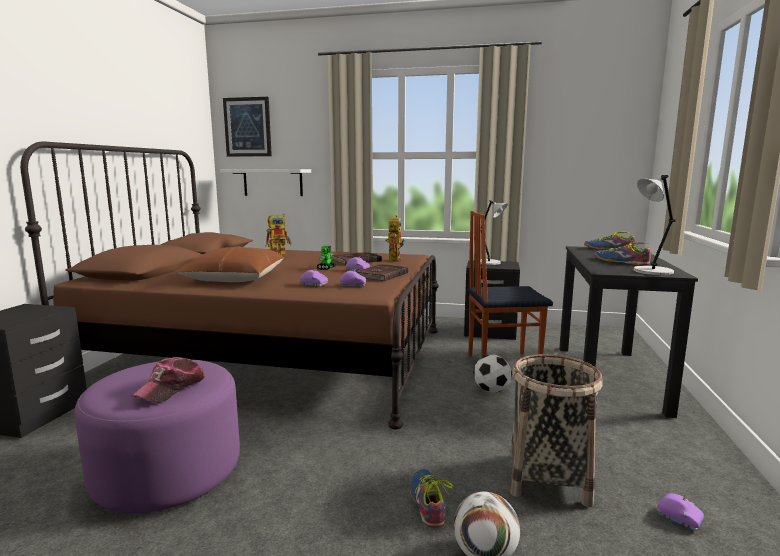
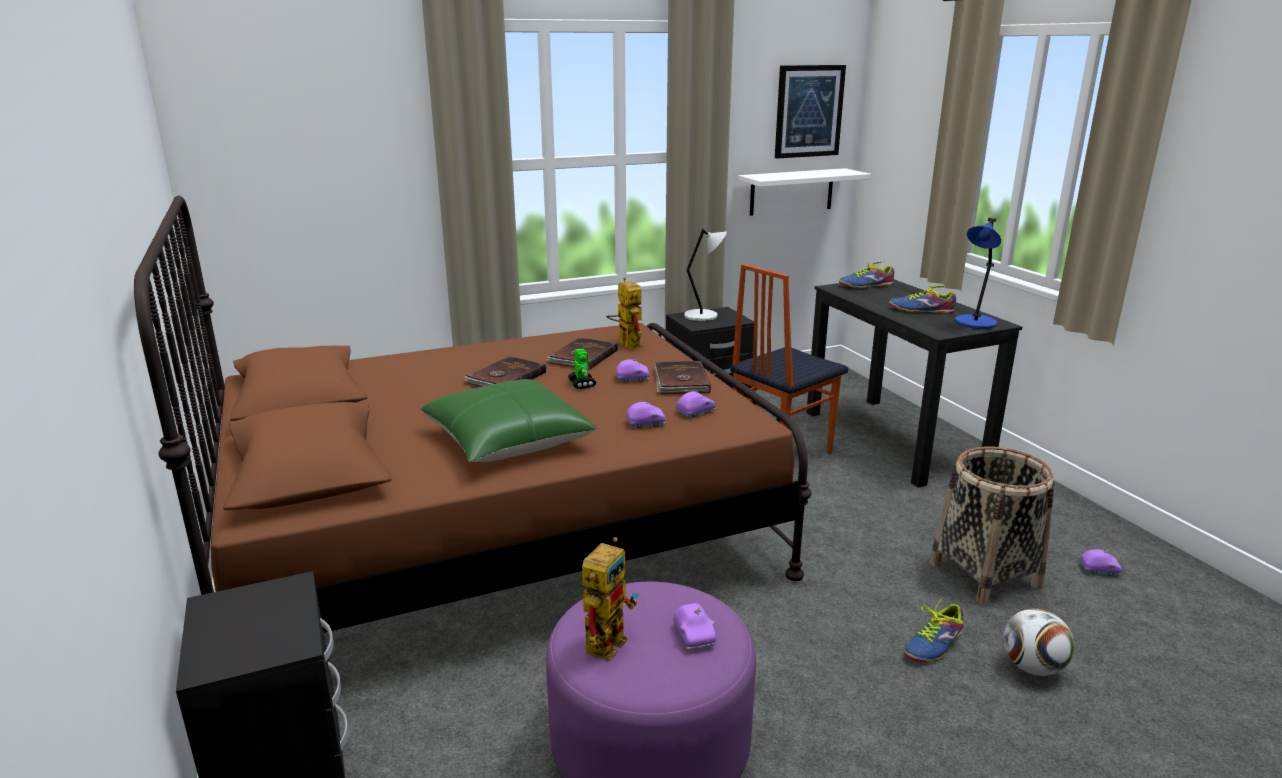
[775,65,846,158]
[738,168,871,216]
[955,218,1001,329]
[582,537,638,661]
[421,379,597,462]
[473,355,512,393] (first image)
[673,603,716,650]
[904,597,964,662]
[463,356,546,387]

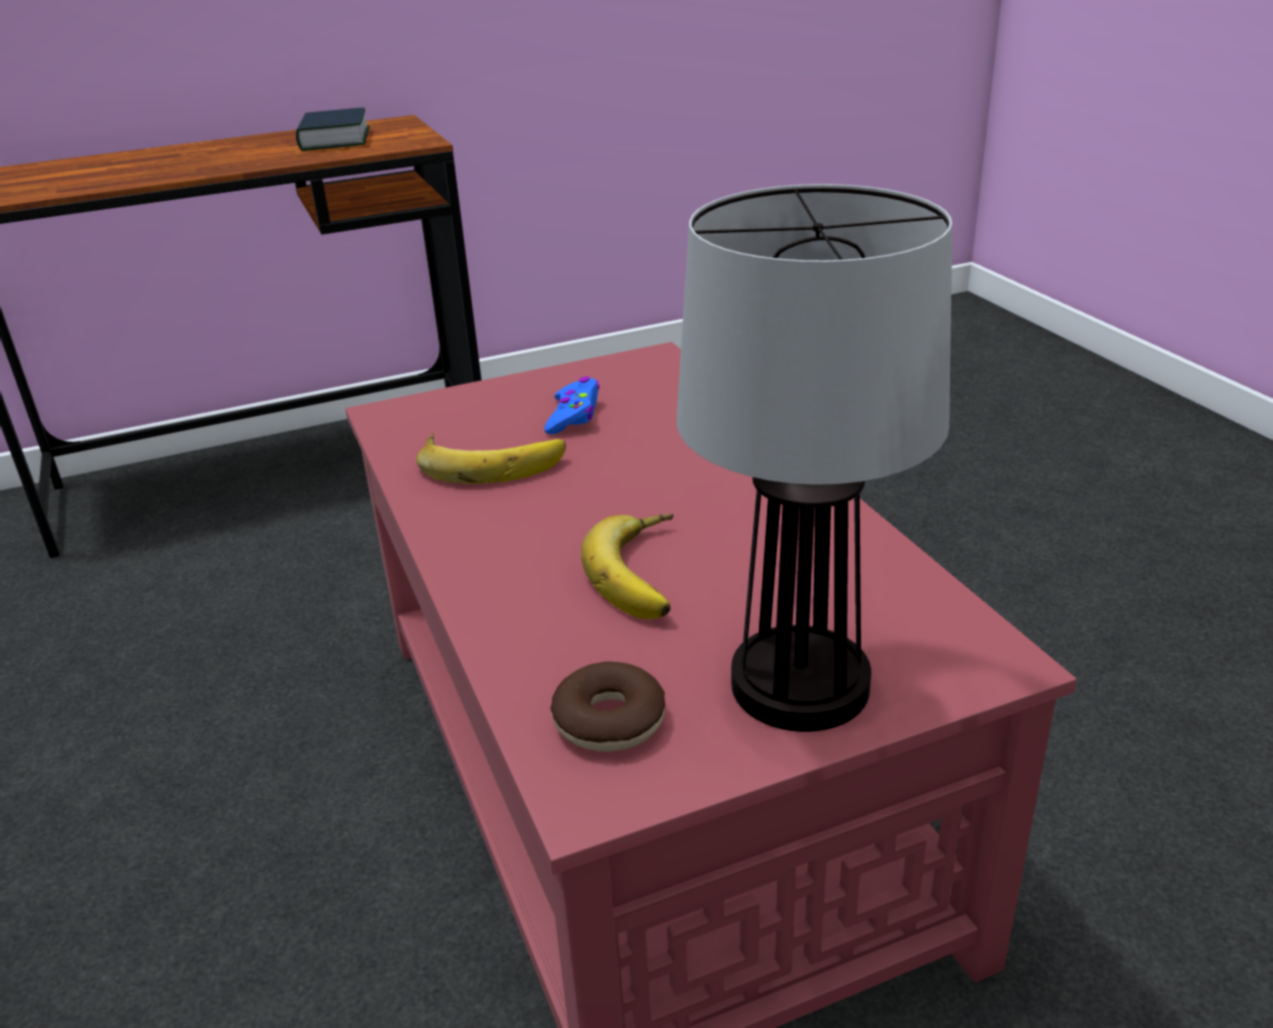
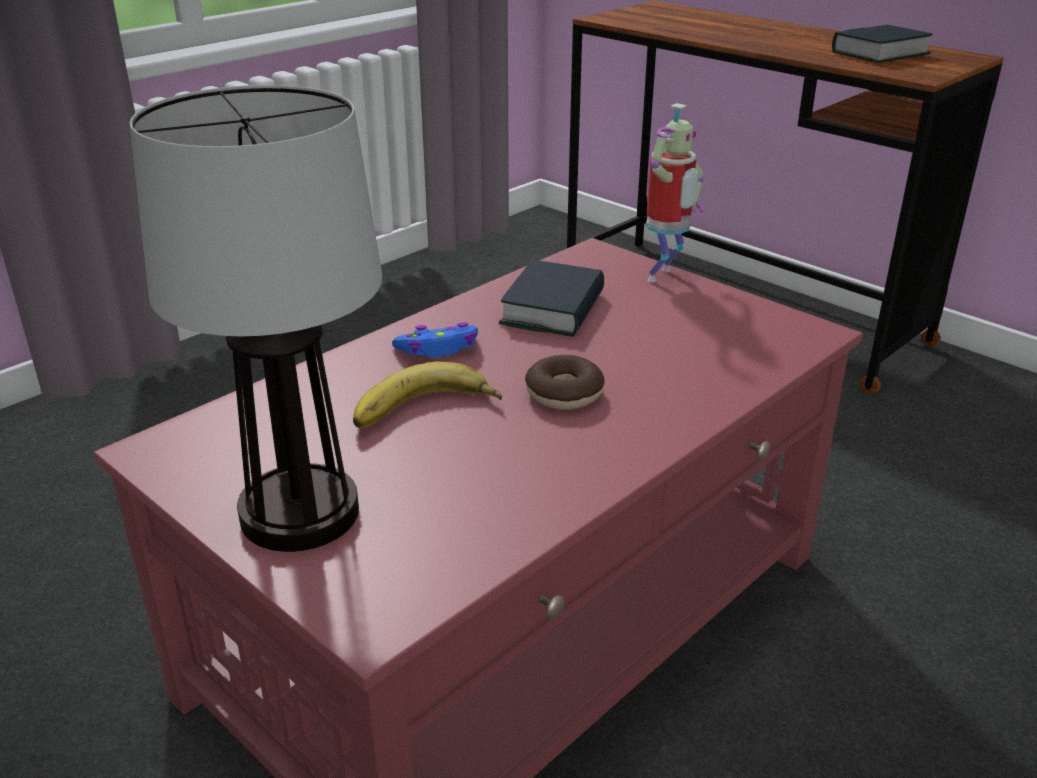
[392,322,478,358]
[499,260,604,337]
[525,355,604,410]
[646,103,704,282]

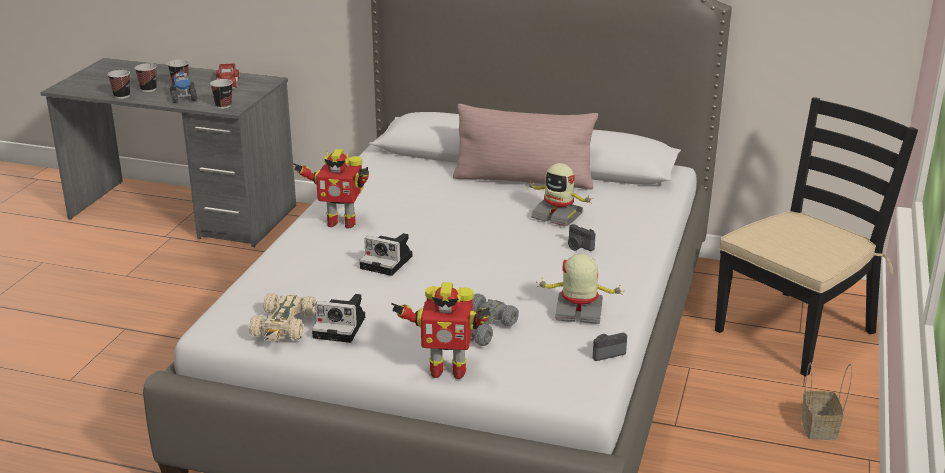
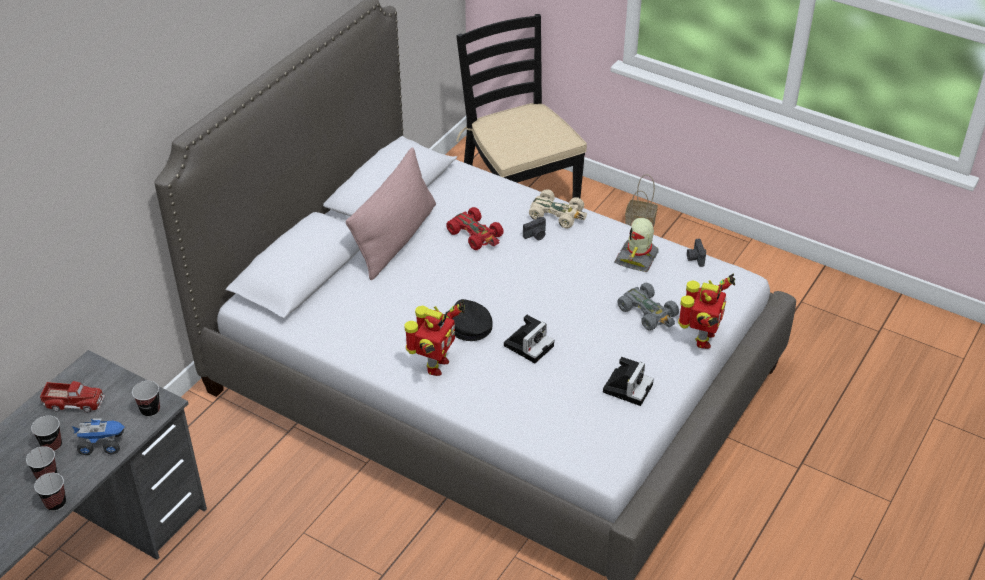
[446,207,504,250]
[529,189,587,229]
[447,299,492,341]

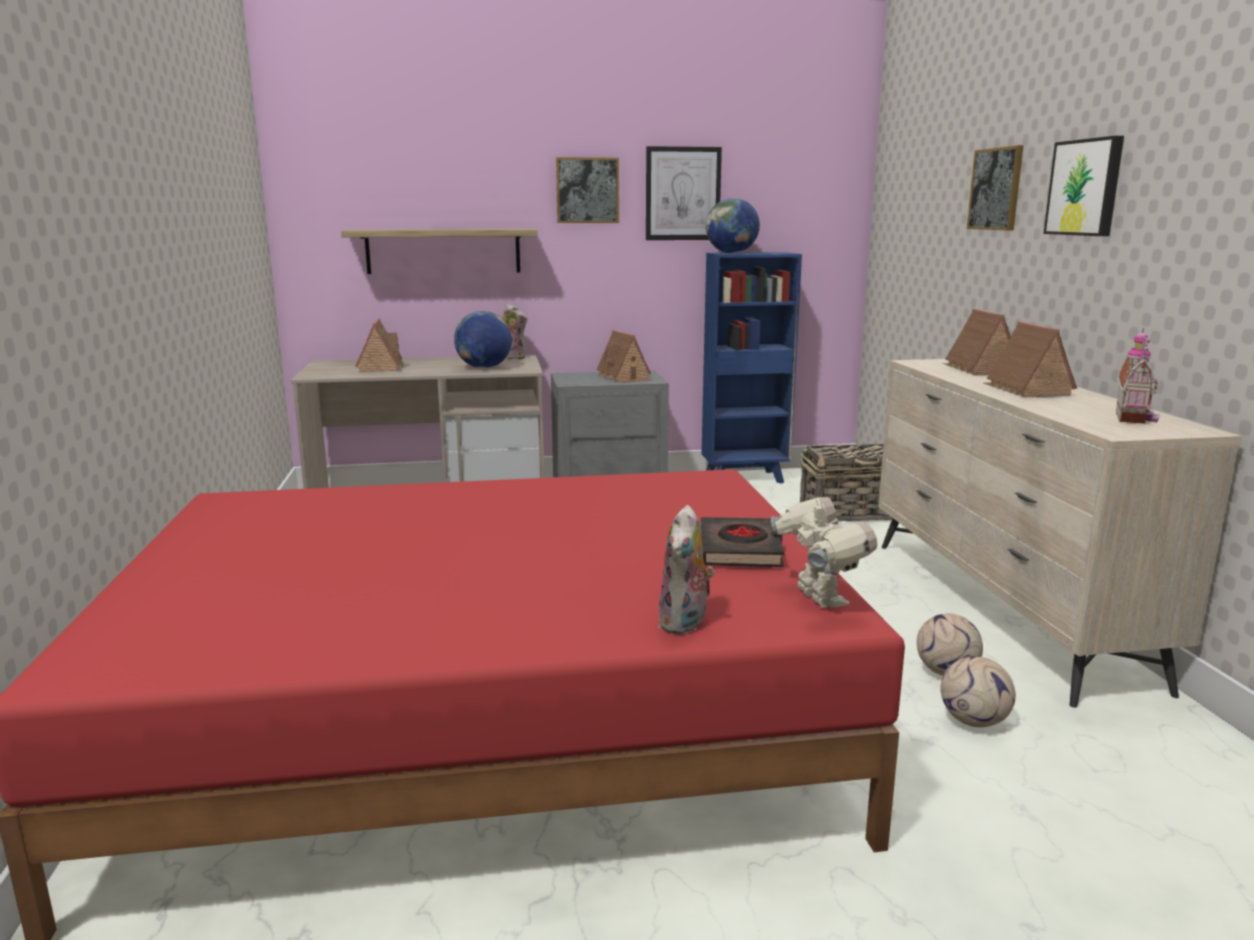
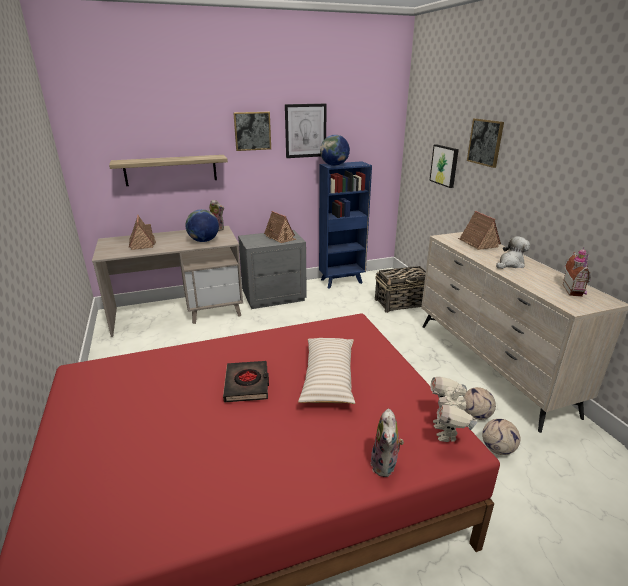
[430,144,459,188]
[496,236,530,269]
[430,377,478,442]
[223,361,269,402]
[298,338,355,404]

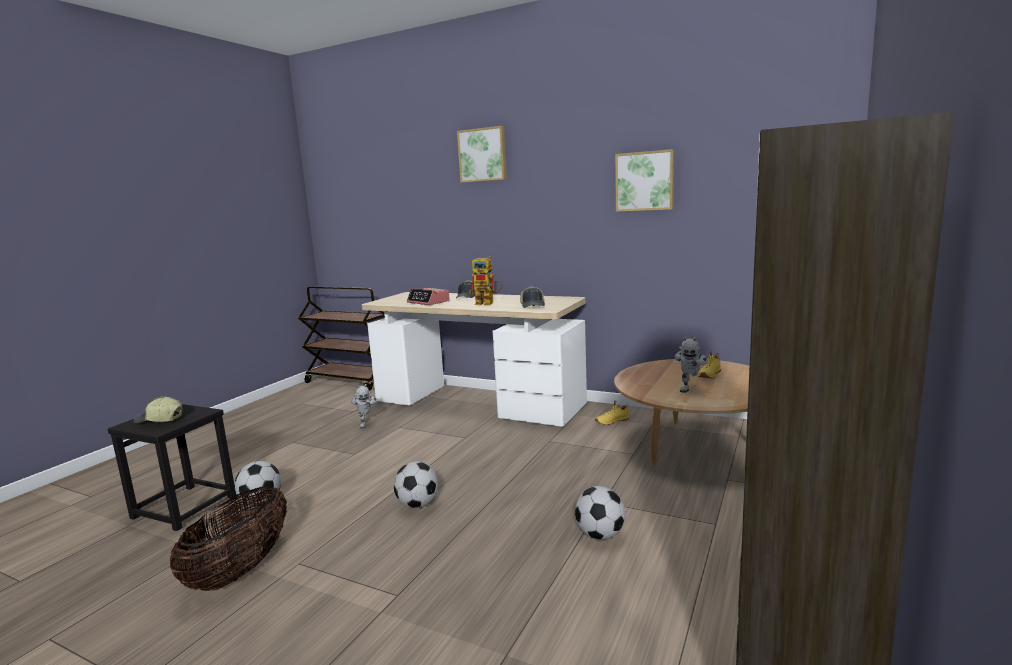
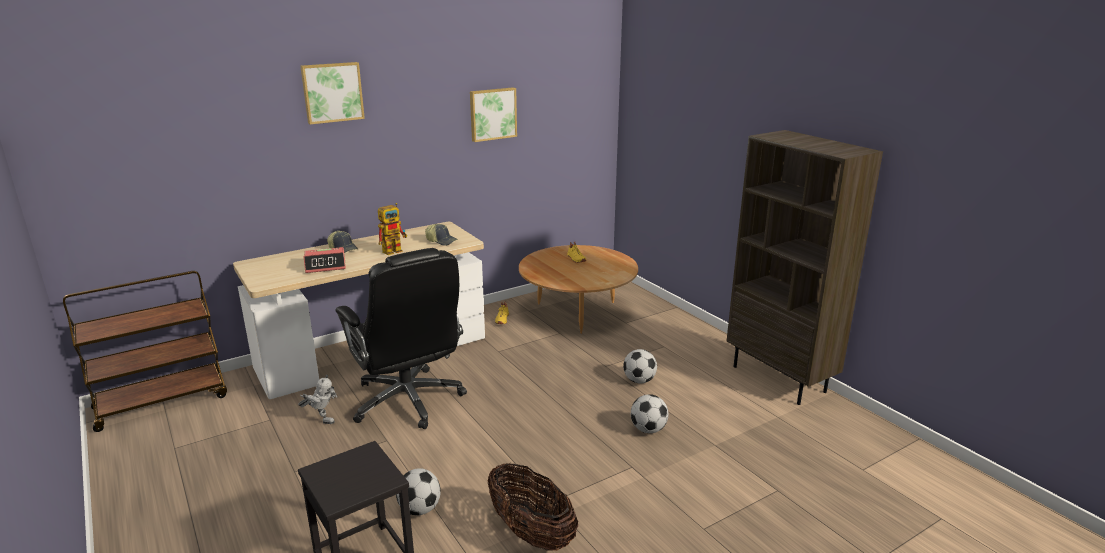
[675,337,708,393] (first image)
[134,396,182,423] (first image)
[631,394,668,433]
[335,248,467,429]

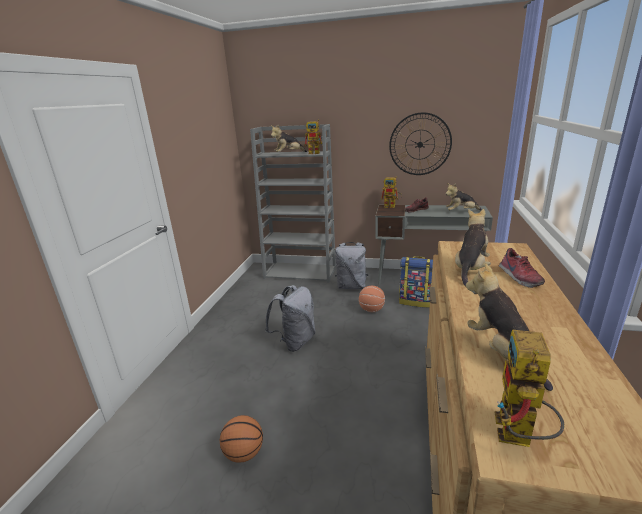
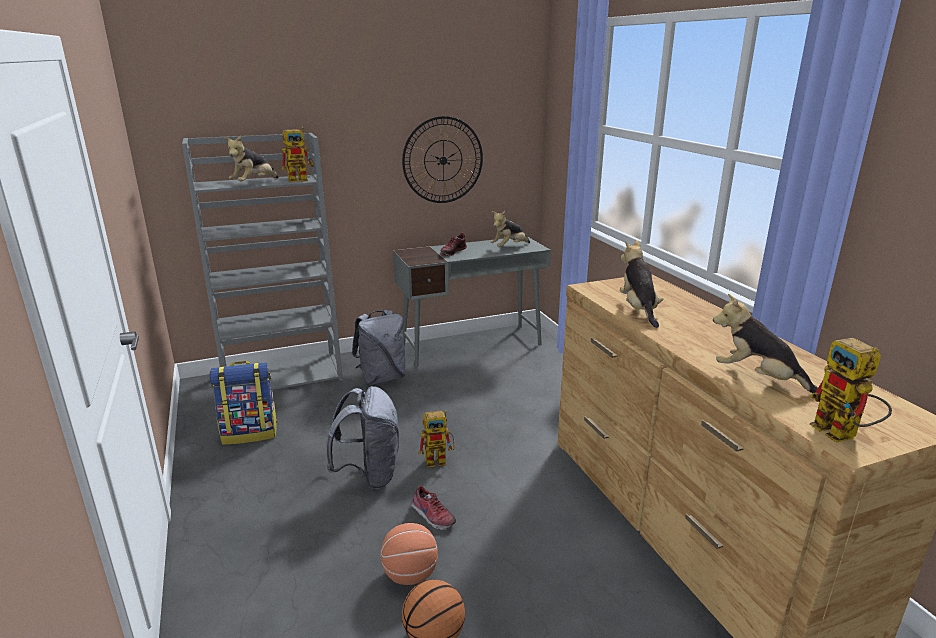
[419,410,455,468]
[411,486,456,530]
[209,361,277,445]
[380,523,438,585]

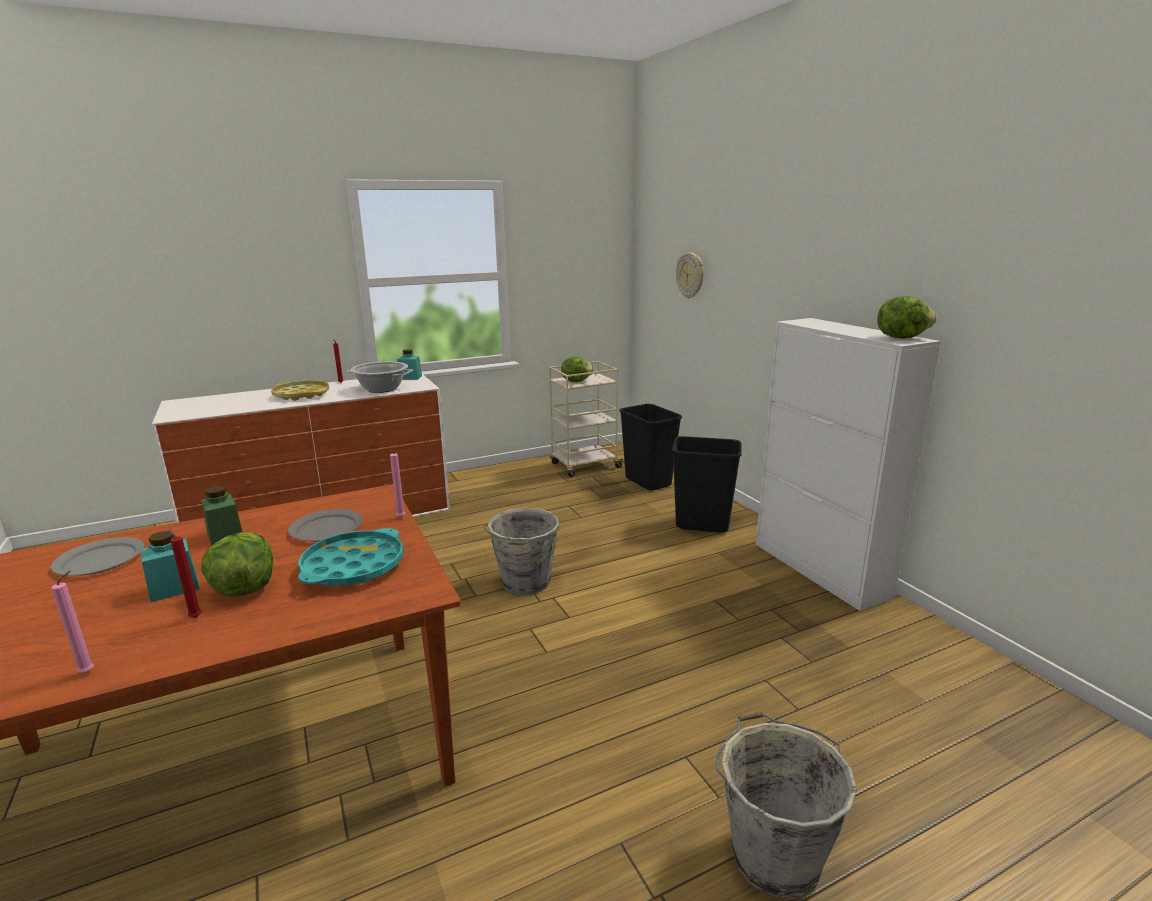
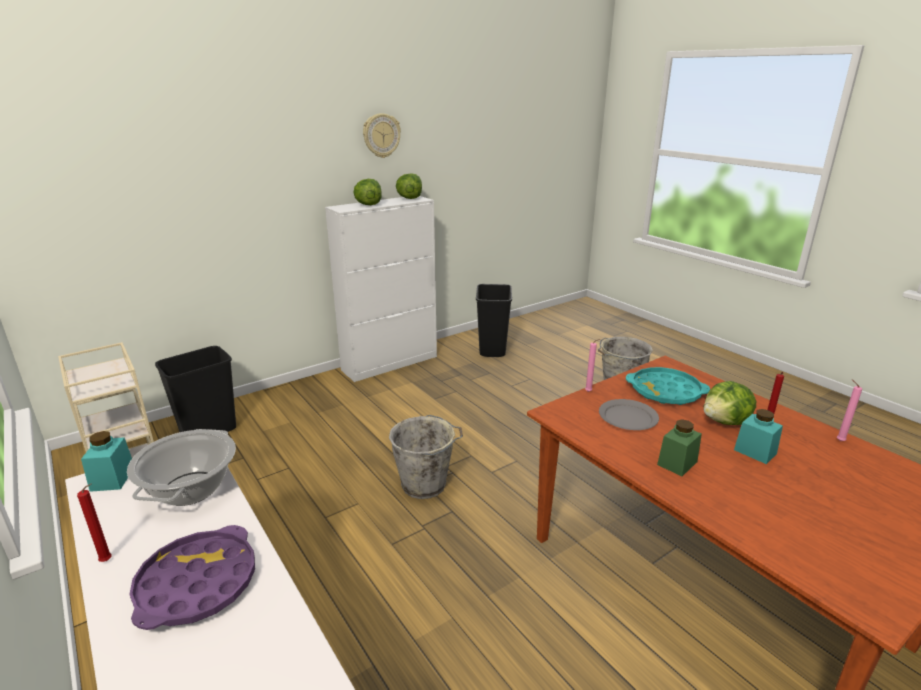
[363,113,401,158]
[353,179,382,205]
[129,525,255,630]
[476,284,512,357]
[51,537,144,576] (first image)

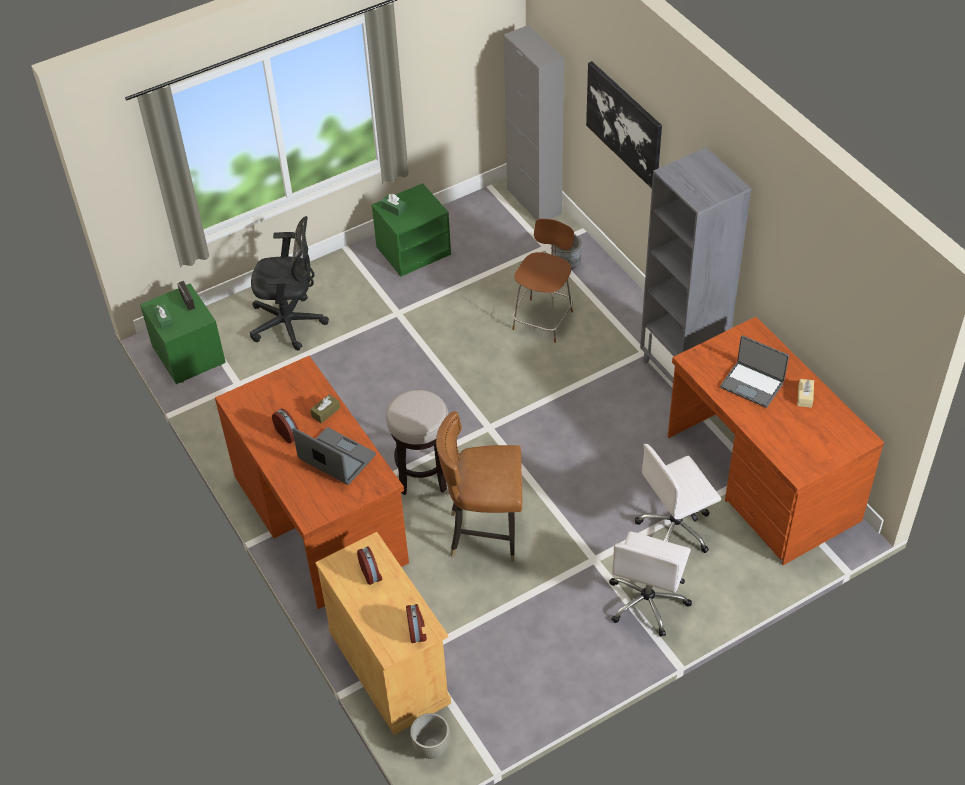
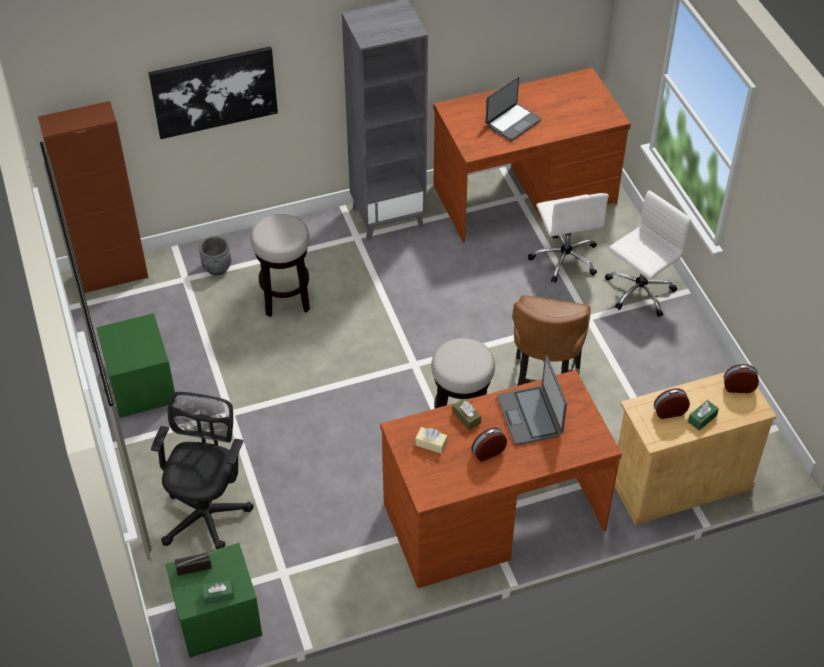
[38,101,148,294]
[688,400,719,430]
[250,214,310,317]
[415,427,447,454]
[497,356,567,445]
[605,190,691,317]
[410,713,450,759] (first image)

